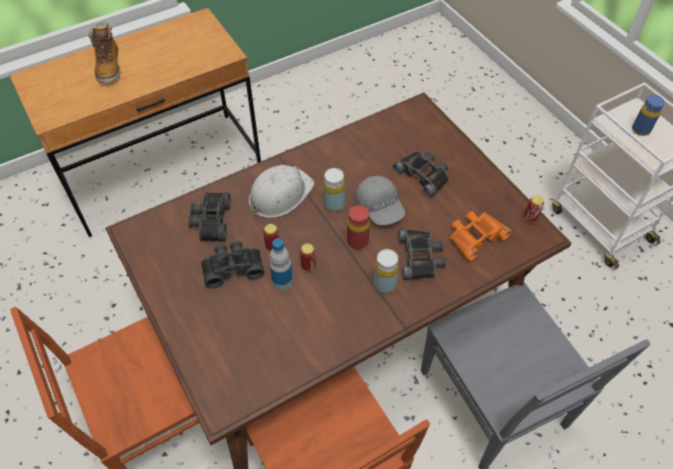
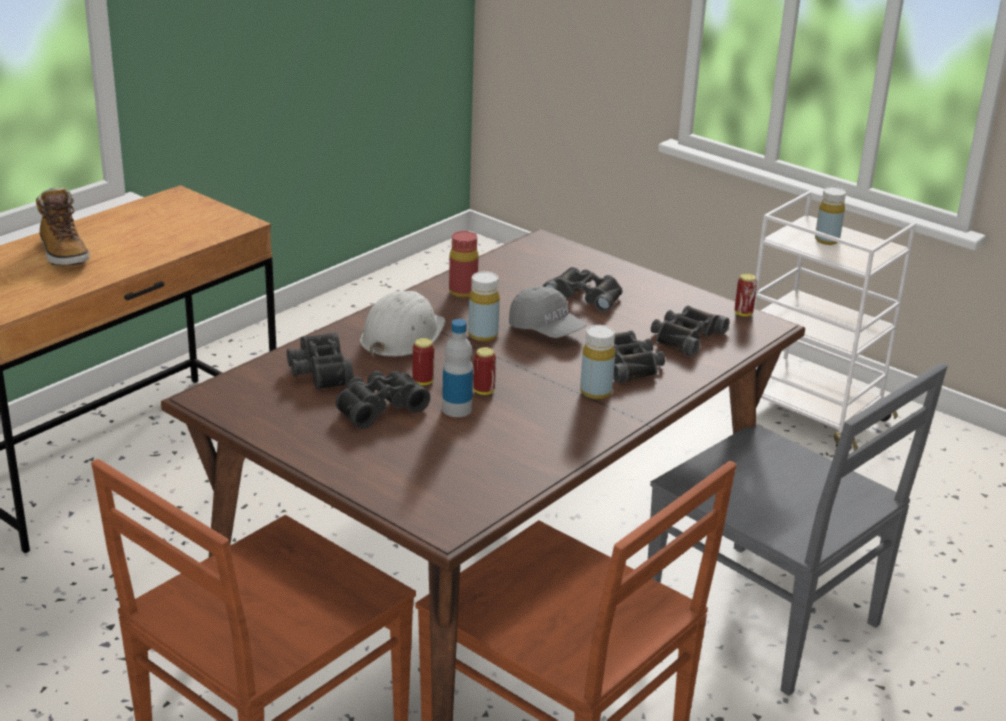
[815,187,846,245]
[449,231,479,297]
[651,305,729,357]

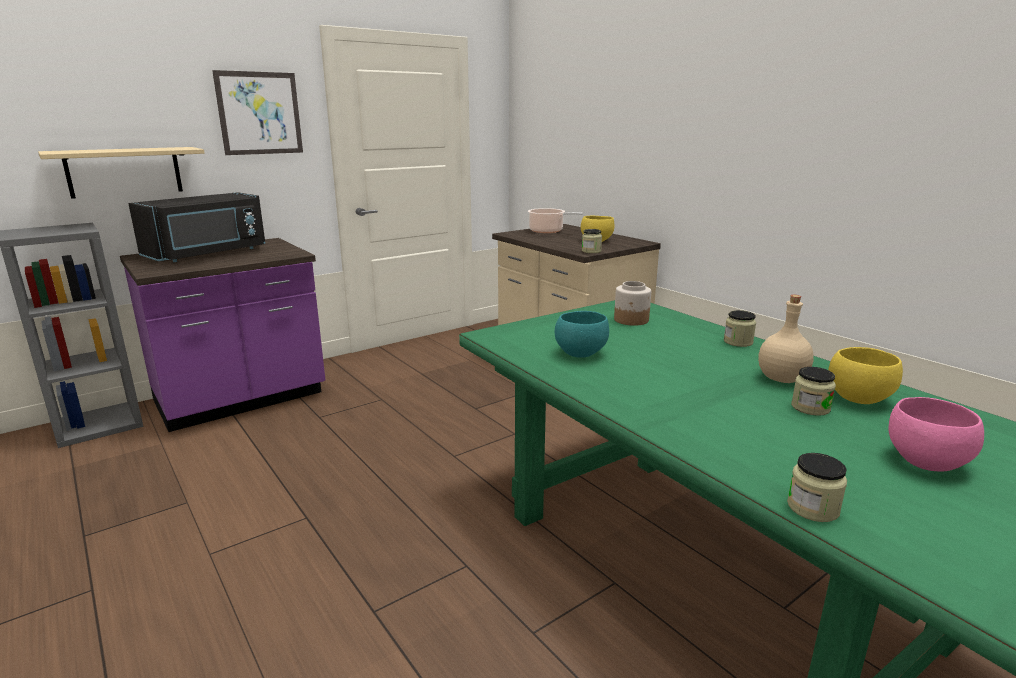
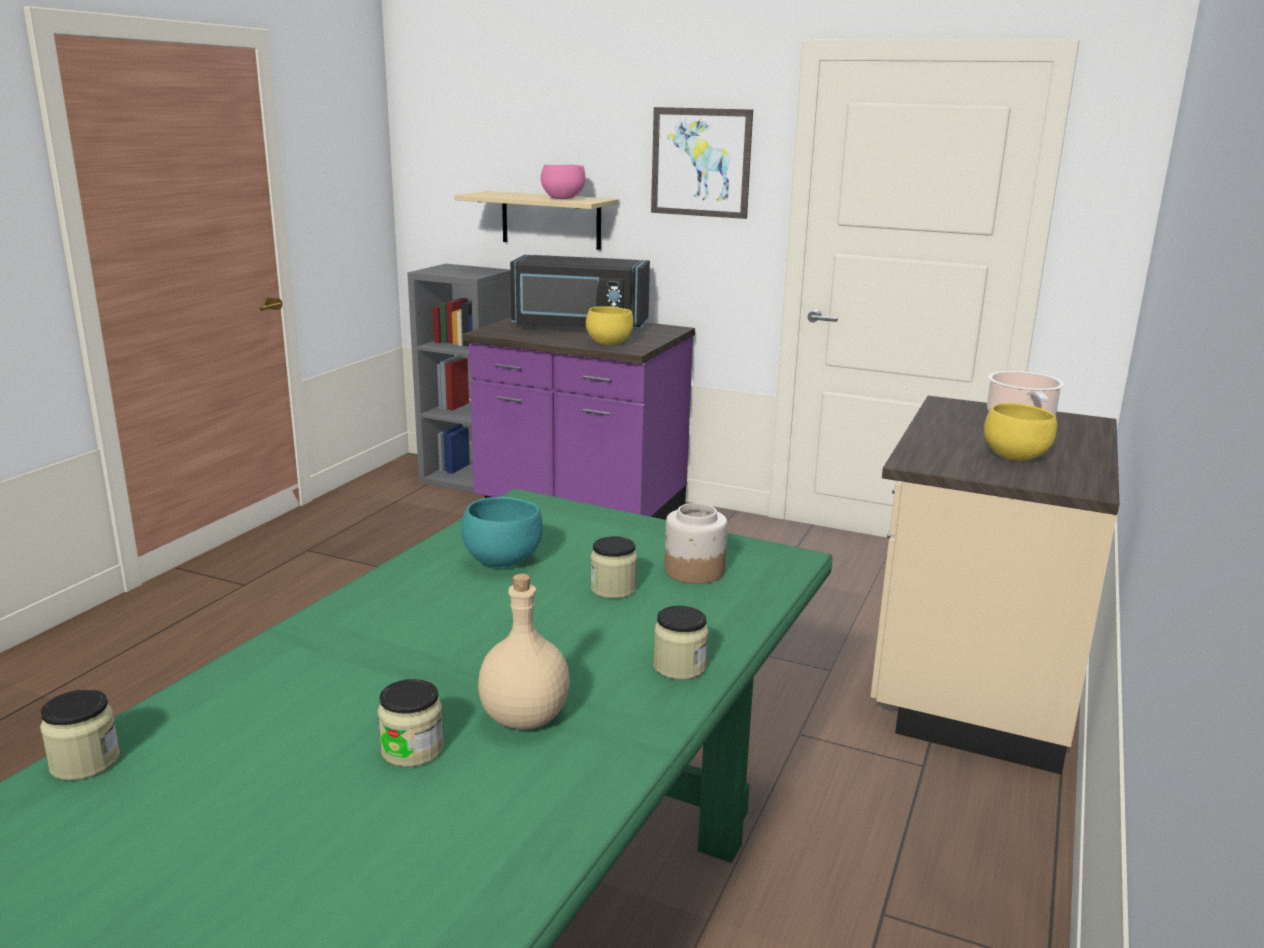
[591,536,637,599]
[586,306,633,345]
[541,165,586,199]

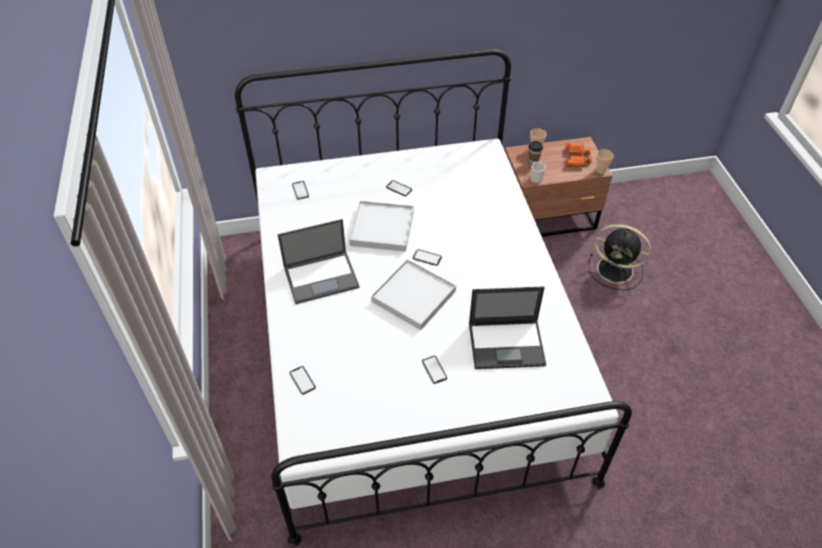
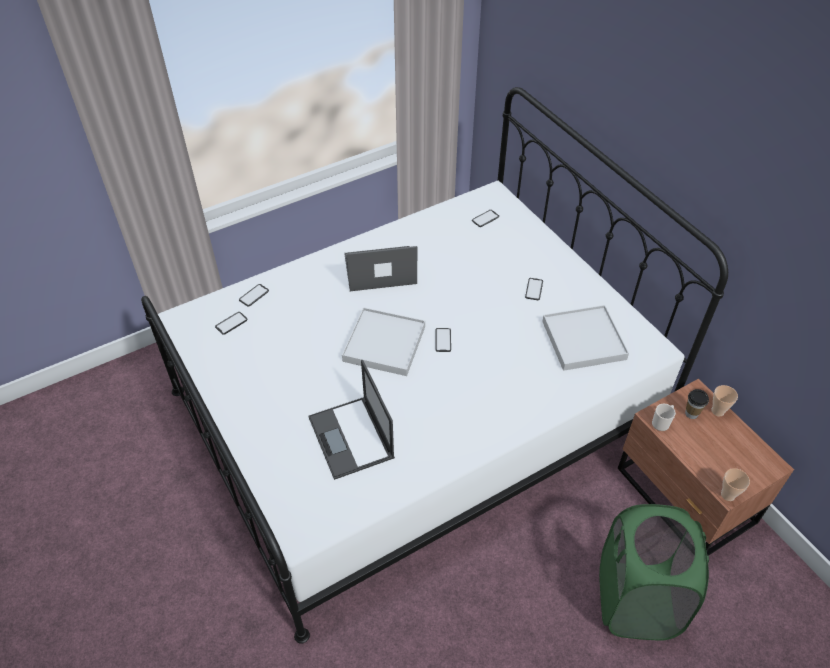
[565,143,592,167] (first image)
[542,305,629,371]
[344,246,417,291]
[599,504,709,641]
[215,312,248,335]

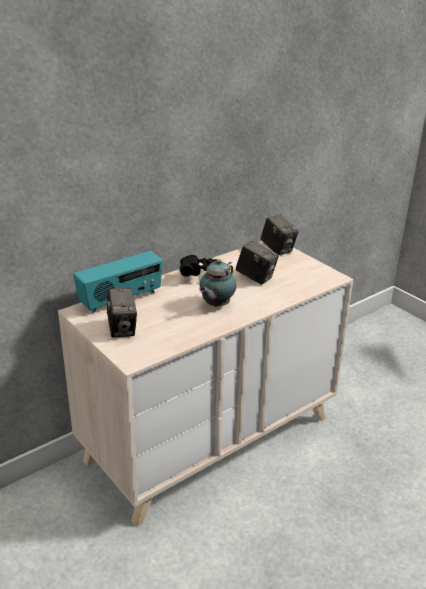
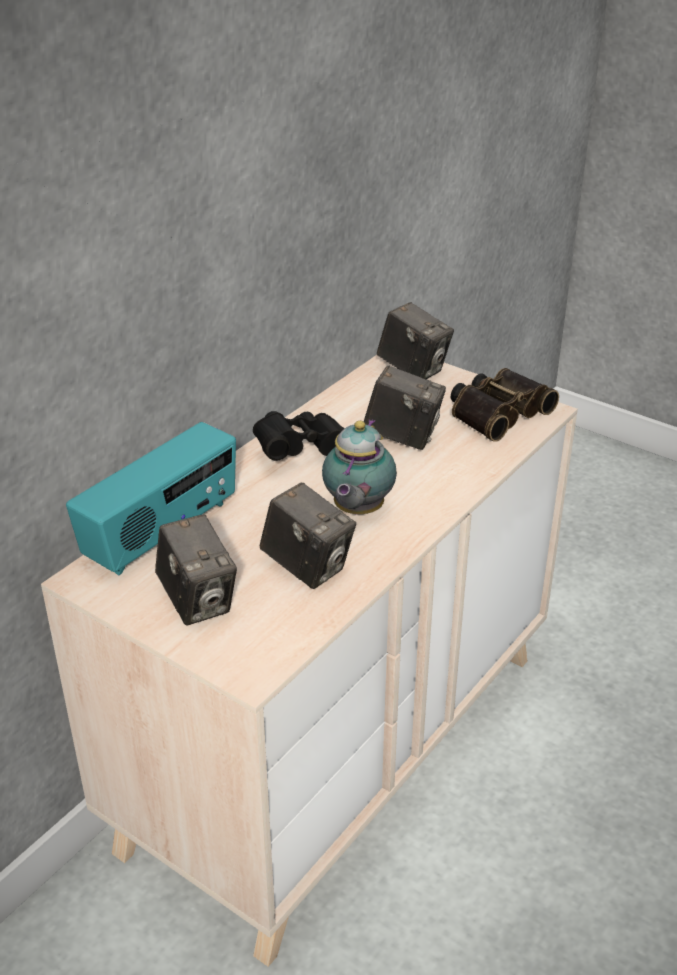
[451,368,559,441]
[259,483,356,589]

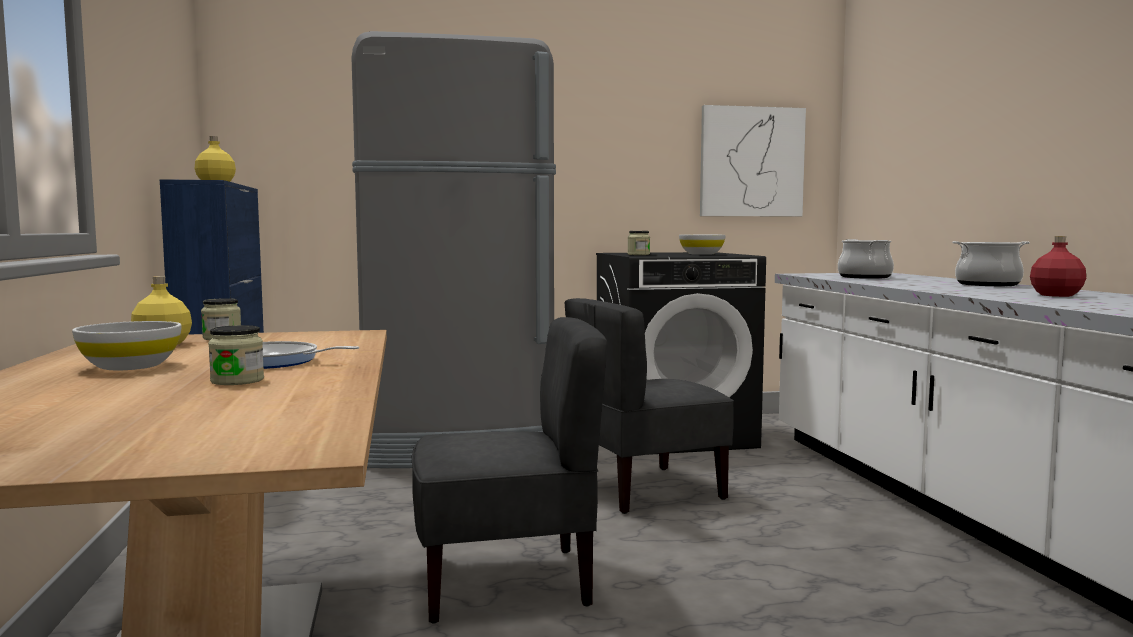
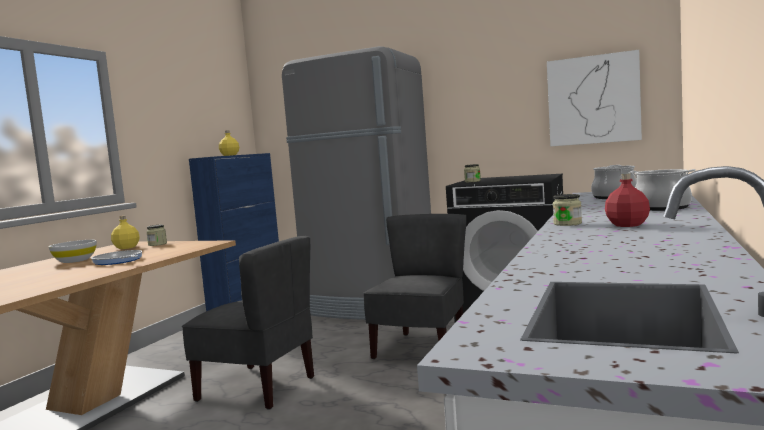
[679,235,726,255] (first image)
[363,214,466,359]
[553,194,582,226]

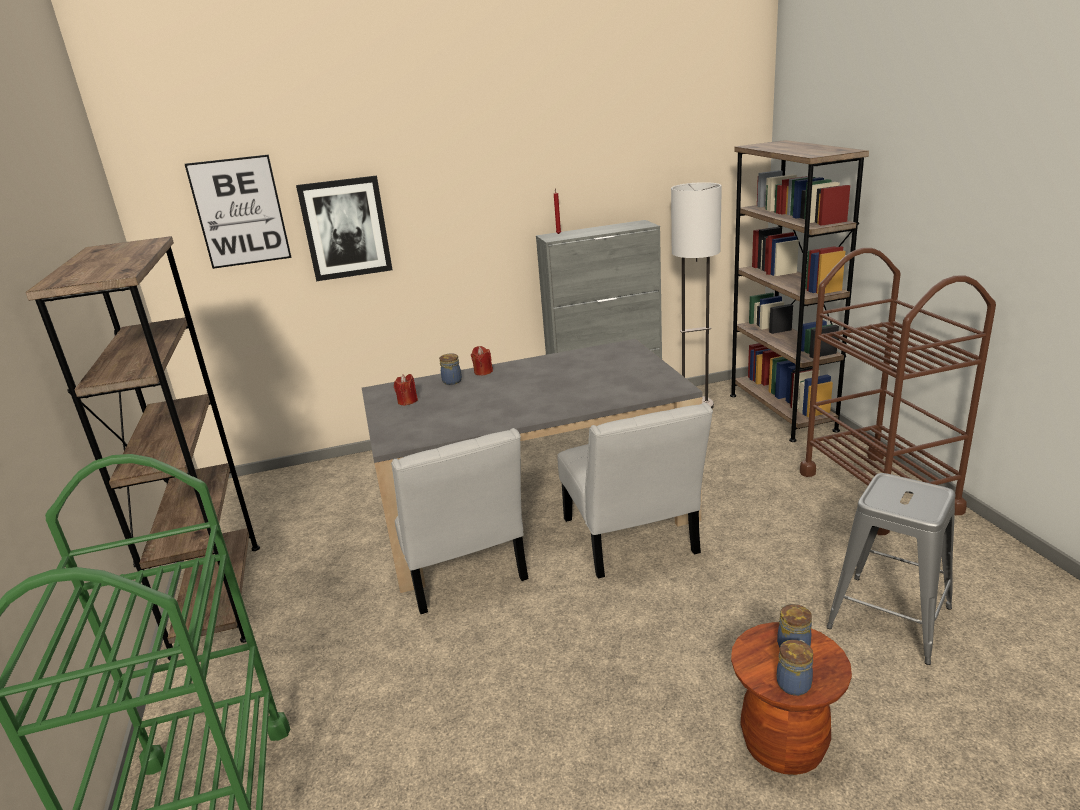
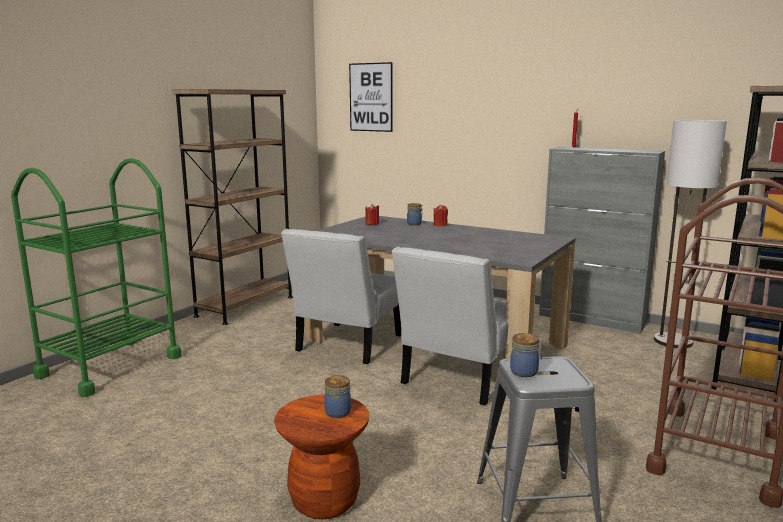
[296,176,393,281] (first image)
[510,333,542,377]

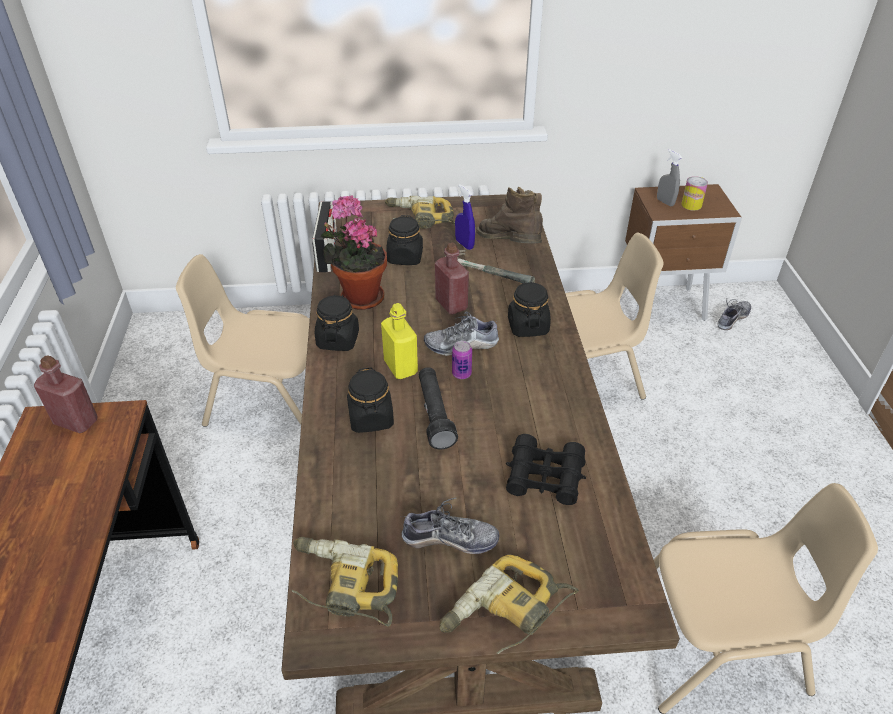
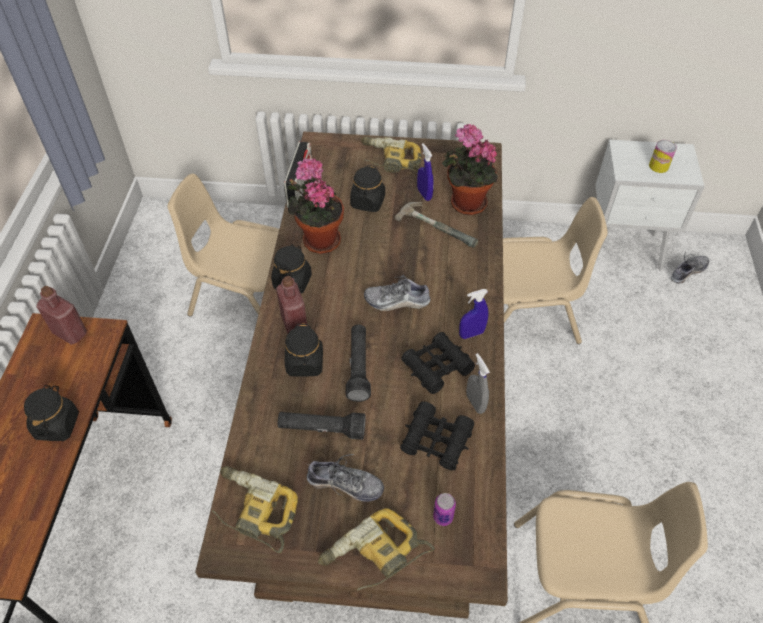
[466,353,490,414]
[595,139,704,271]
[442,124,498,215]
[276,276,307,334]
[24,385,79,441]
[381,303,418,379] (first image)
[433,493,456,526]
[459,289,489,339]
[401,332,475,394]
[278,412,366,440]

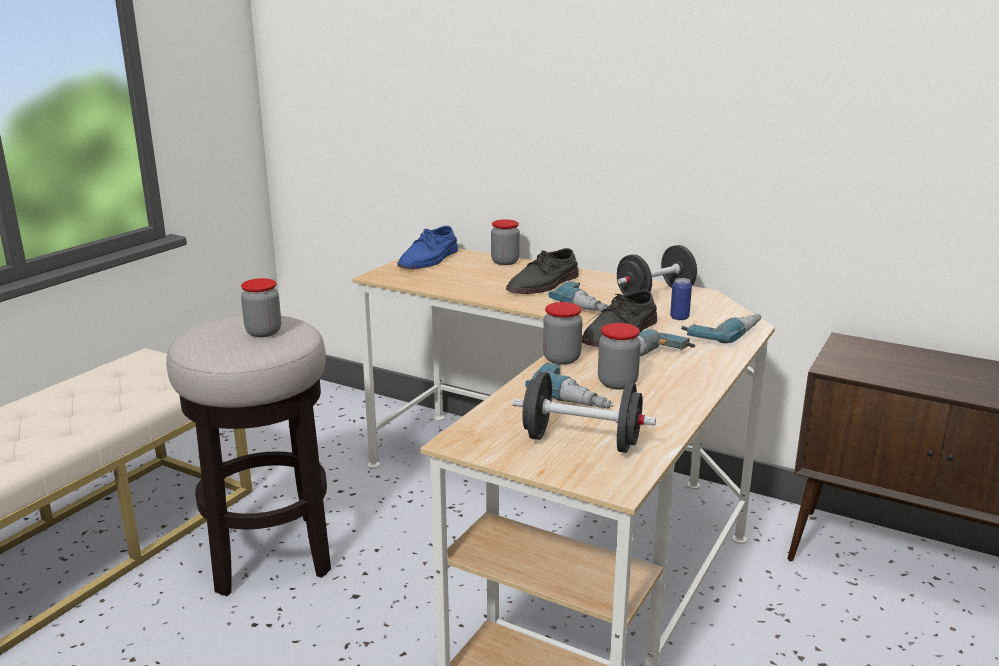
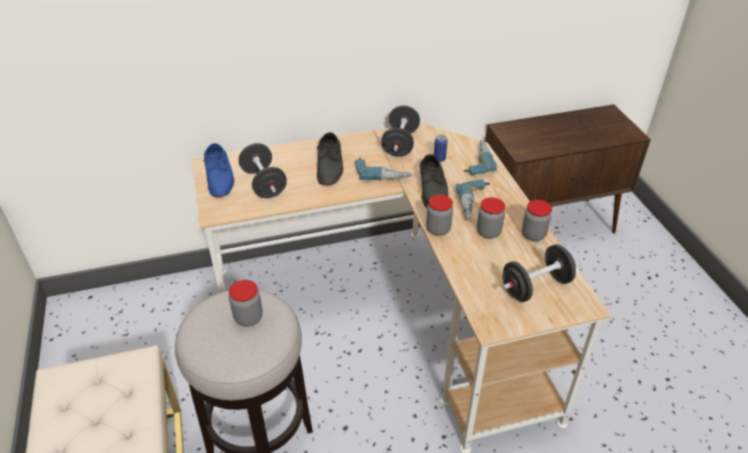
[522,200,552,241]
[525,363,613,409] (first image)
[239,143,287,198]

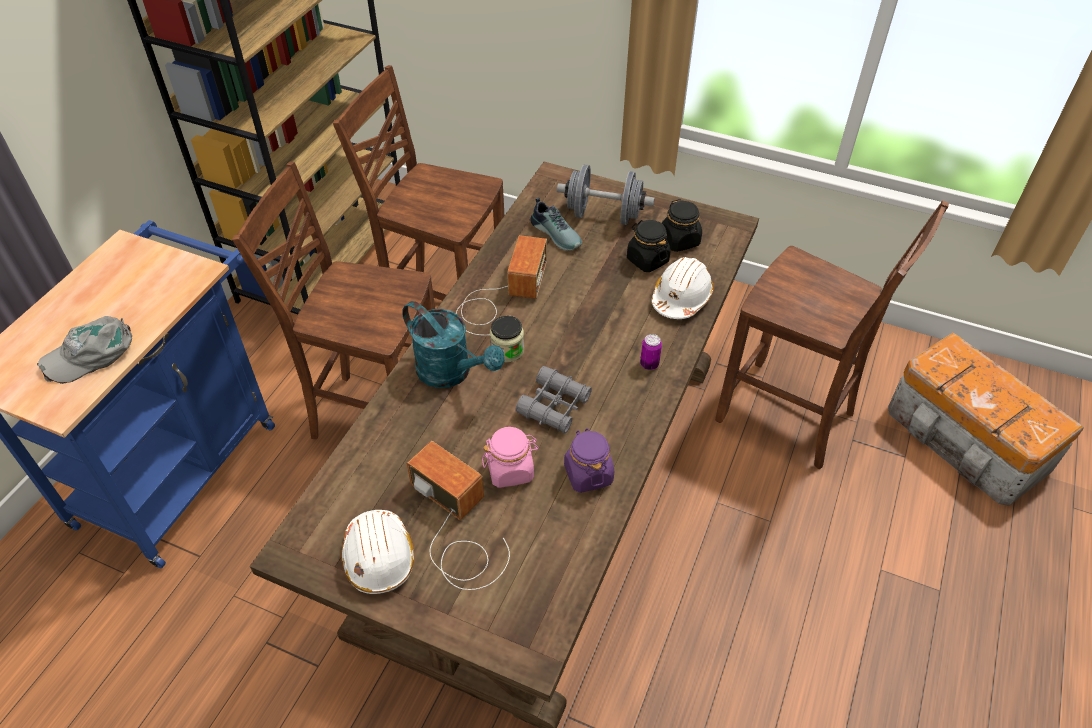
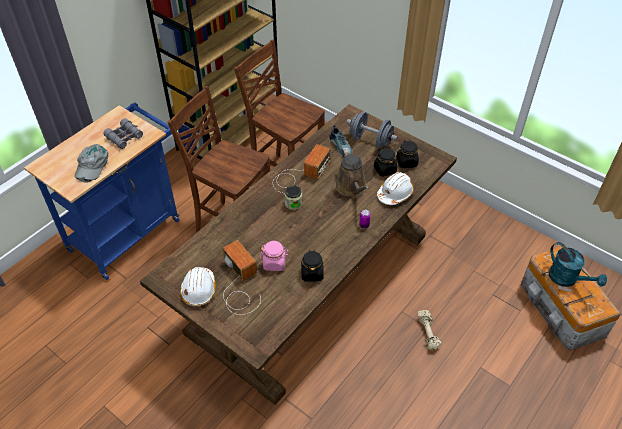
[715,201,949,469] (first image)
[548,242,607,287]
[75,144,109,183]
[103,118,143,149]
[301,250,324,282]
[335,148,369,196]
[418,310,441,350]

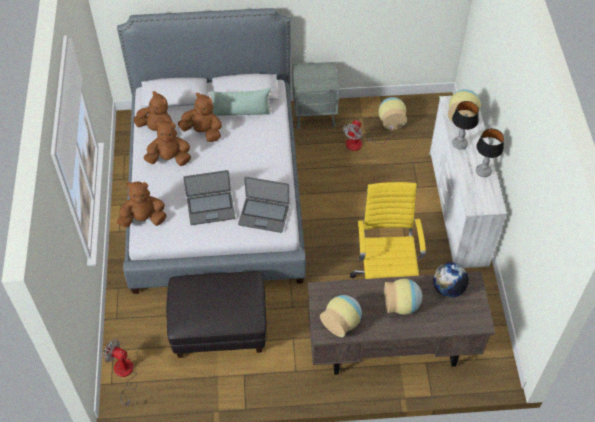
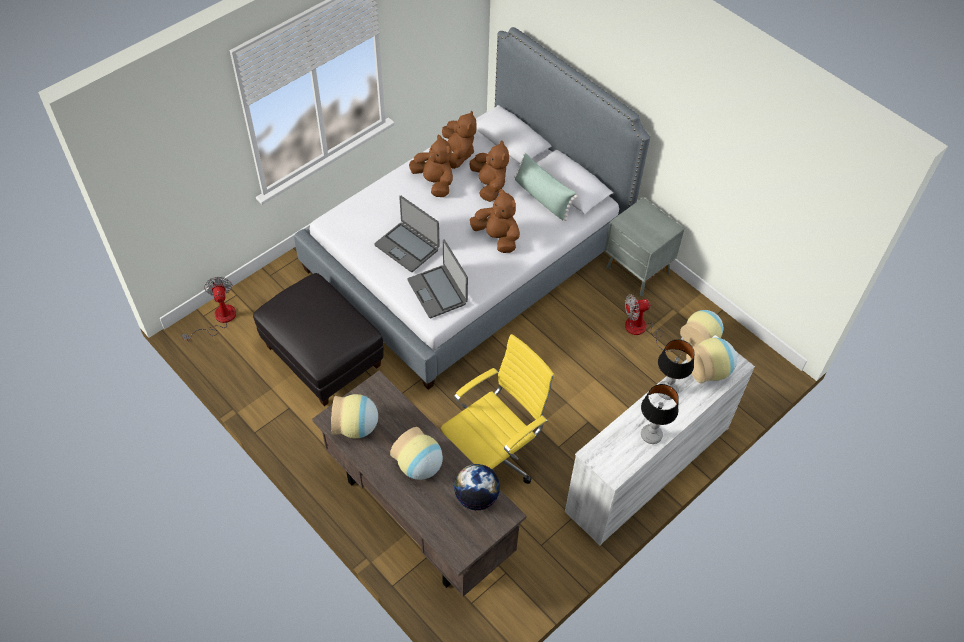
[470,189,520,253]

